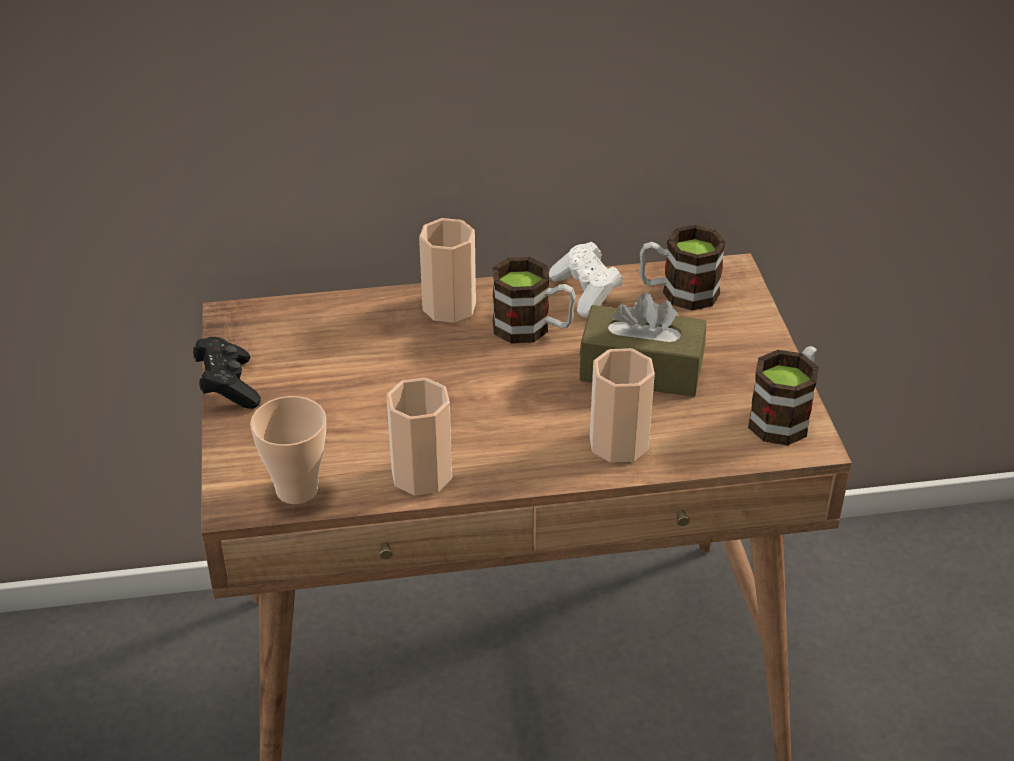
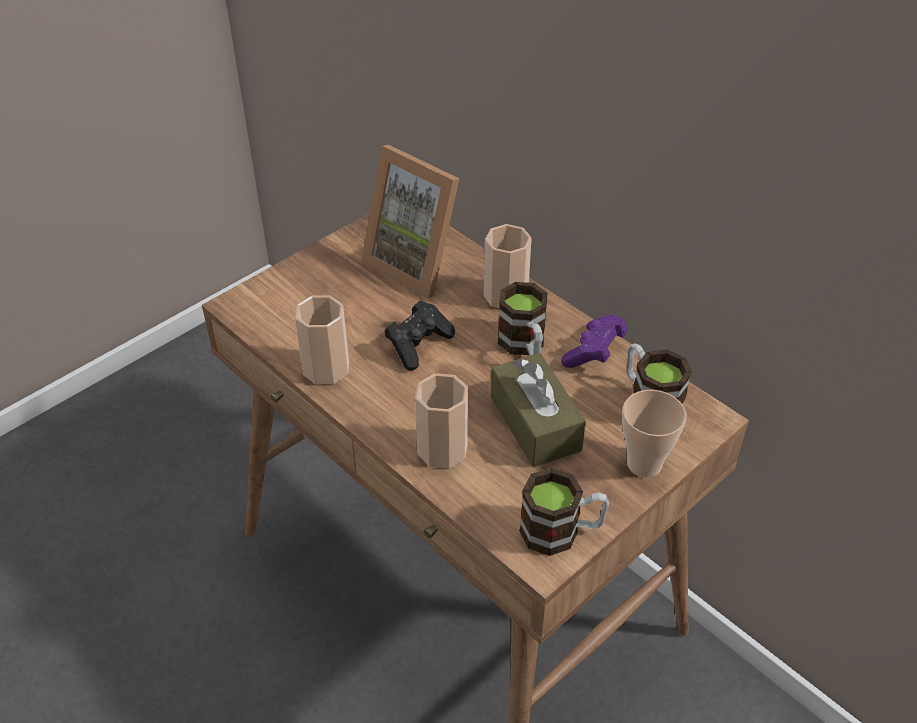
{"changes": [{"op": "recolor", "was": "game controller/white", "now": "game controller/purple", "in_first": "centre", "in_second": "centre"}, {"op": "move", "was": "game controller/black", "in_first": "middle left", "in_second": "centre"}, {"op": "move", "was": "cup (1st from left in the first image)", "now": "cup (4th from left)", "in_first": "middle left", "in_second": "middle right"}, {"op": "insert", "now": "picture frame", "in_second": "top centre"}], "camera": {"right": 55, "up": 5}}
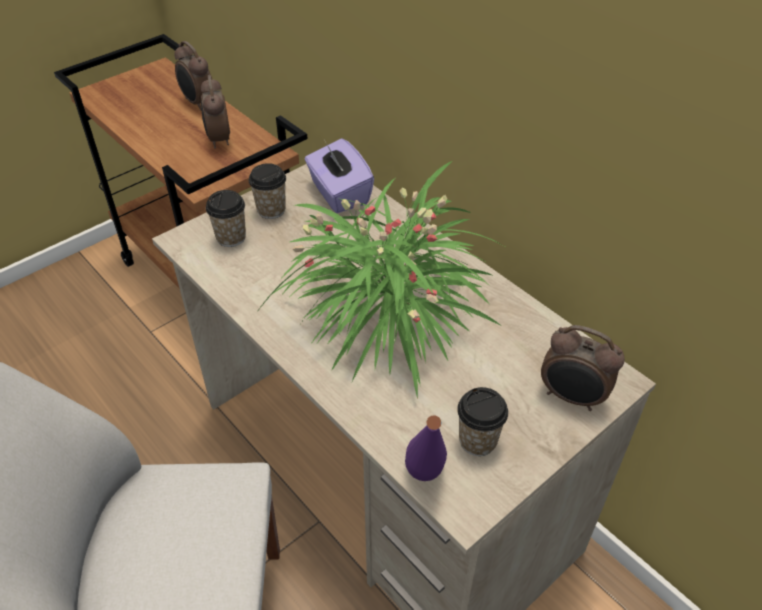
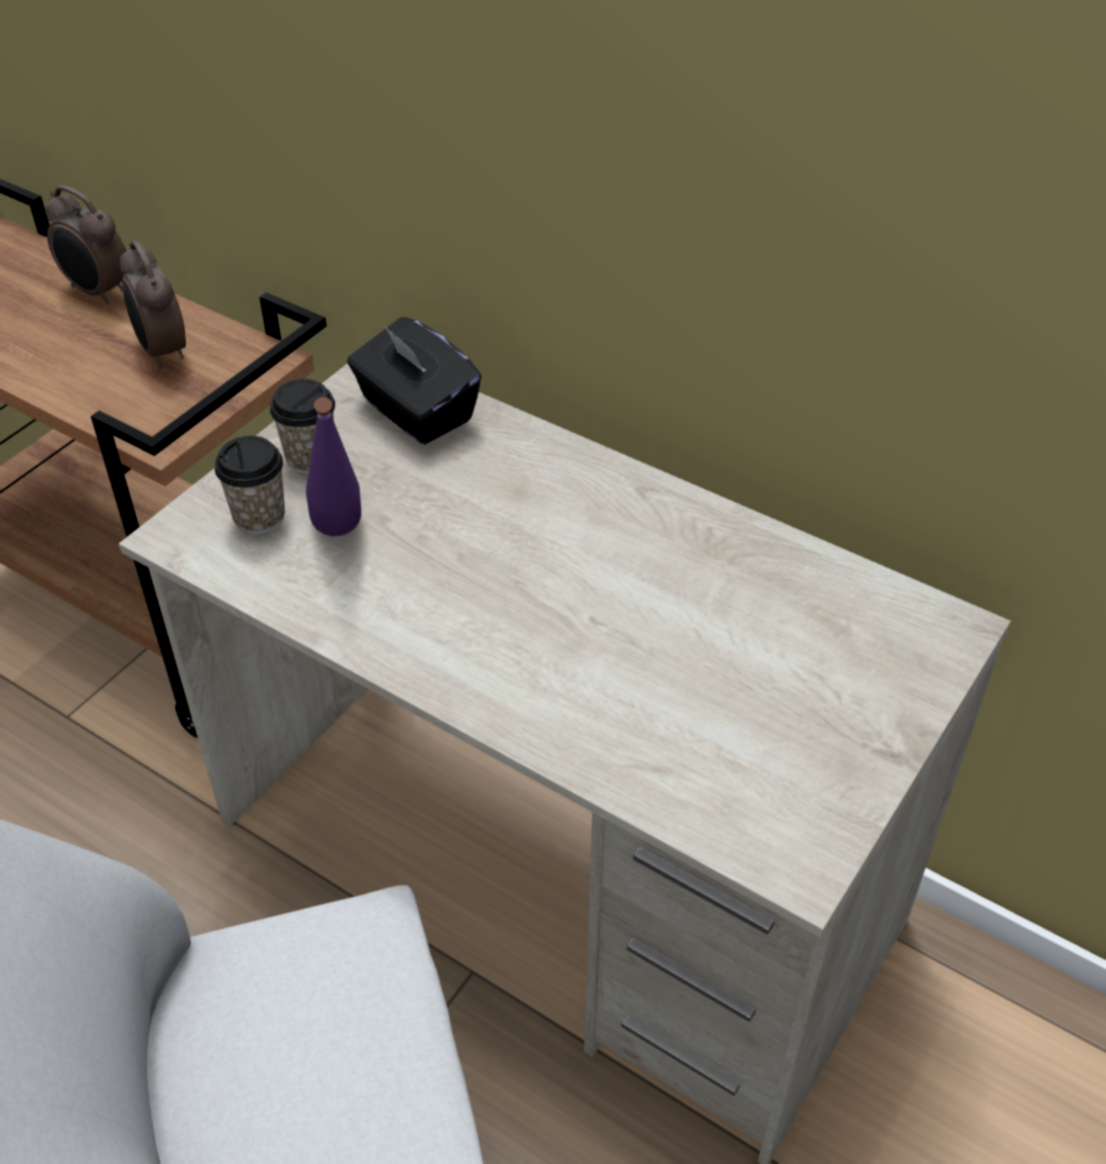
{"changes": [{"op": "recolor", "was": "tissue box/purple", "now": "tissue box/black", "in_first": "top centre", "in_second": "top centre"}, {"op": "delete", "was": "potted plant", "in_first": "centre"}, {"op": "delete", "was": "alarm clock (3rd from left)", "in_first": "middle right"}, {"op": "delete", "was": "cup (3rd from left)", "in_first": "bottom centre"}, {"op": "move", "was": "bottle/purple", "in_first": "bottom centre", "in_second": "middle left"}], "camera": {"right": -15, "up": 0}}
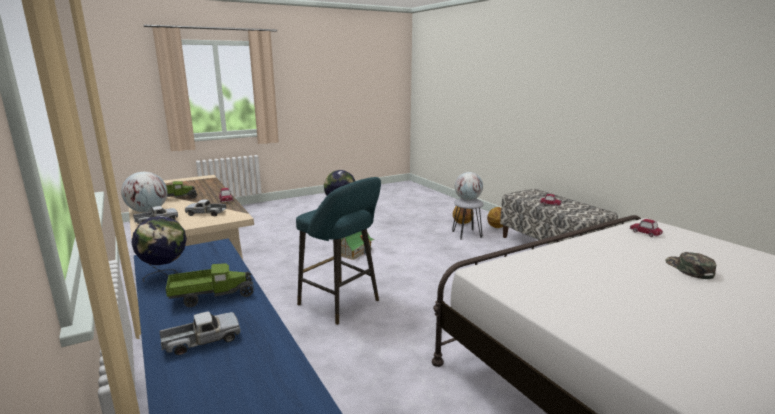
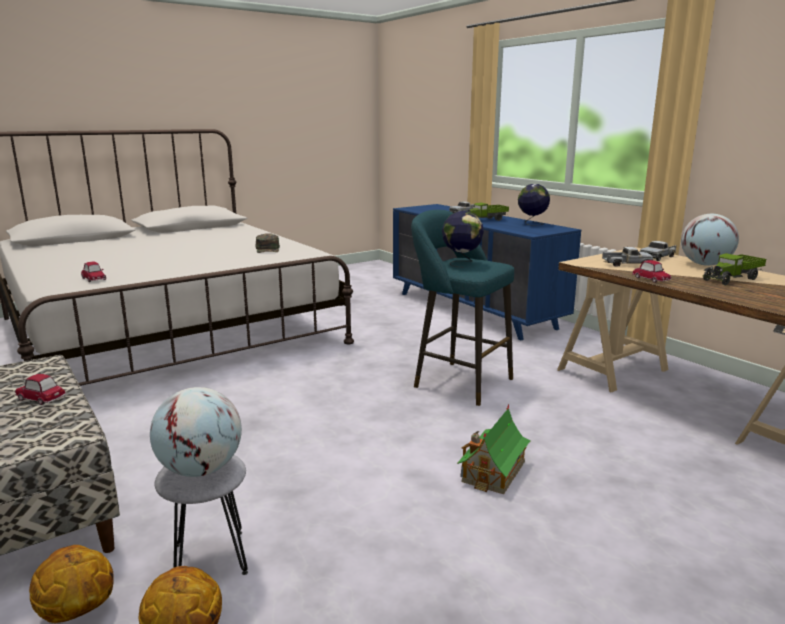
{"changes": [{"op": "move", "was": "cap/green", "in_first": "middle right", "in_second": "centre"}], "camera": {"right": 175, "up": 0}}
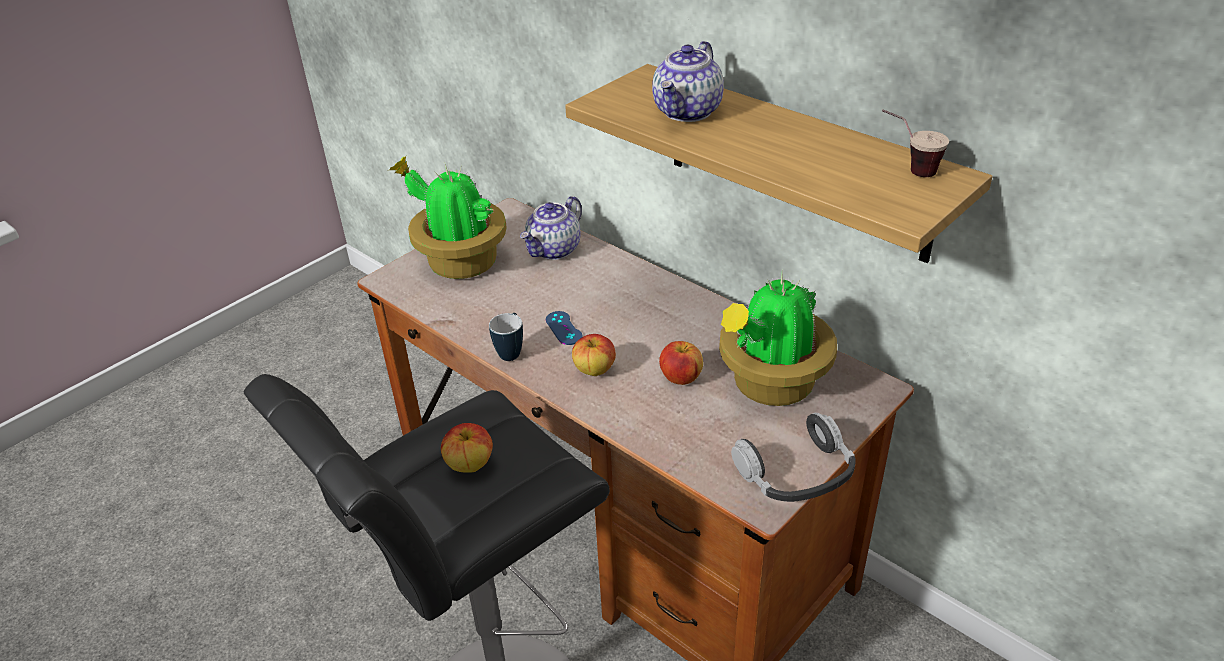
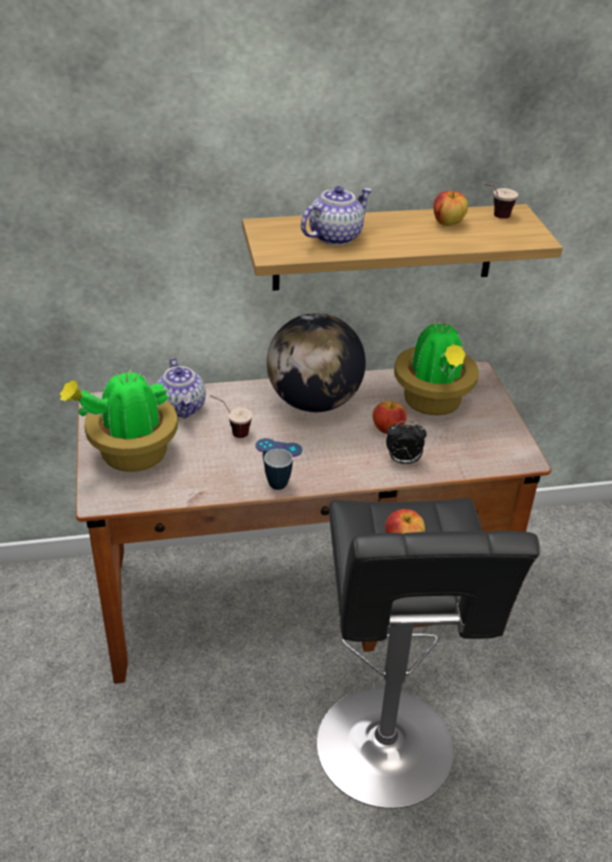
{"changes": [{"op": "rotate", "was": "teapot (2nd from left)", "in_first": "top centre", "in_second": "top centre", "clockwise": -105}, {"op": "move", "was": "apple (2nd from left in the first image)", "now": "apple (3rd from left)", "in_first": "centre", "in_second": "top right"}, {"op": "delete", "was": "headphones", "in_first": "bottom centre"}, {"op": "insert", "now": "globe", "in_second": "centre"}, {"op": "insert", "now": "cup (1st from left)", "in_second": "centre"}, {"op": "insert", "now": "alarm clock", "in_second": "centre"}], "camera": {"right": -55, "up": 0}}
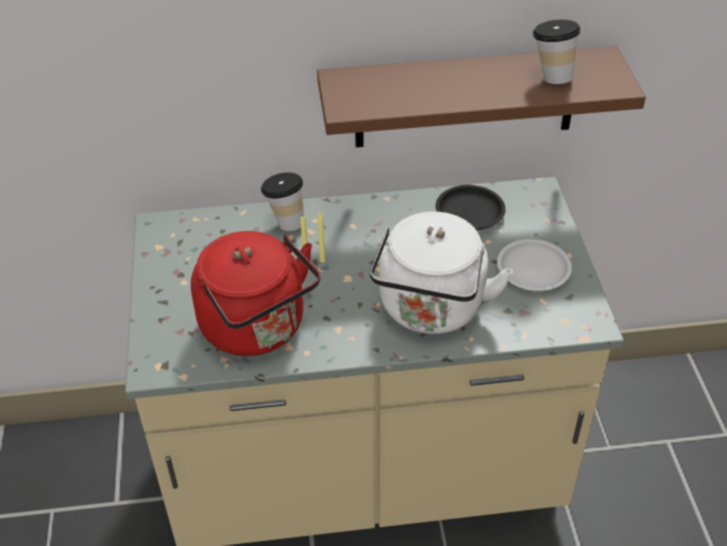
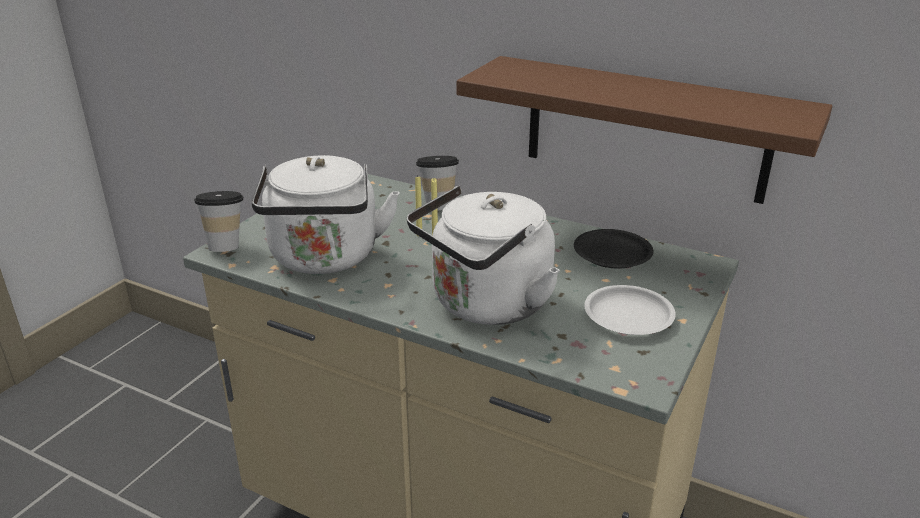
{"changes": [{"op": "move", "was": "cup (2nd from left in the first image)", "now": "cup (1st from left)", "in_first": "top right", "in_second": "middle left"}, {"op": "recolor", "was": "kettle/red", "now": "kettle/white (1st from left)", "in_first": "centre", "in_second": "centre"}], "camera": {"right": 35, "up": -15}}
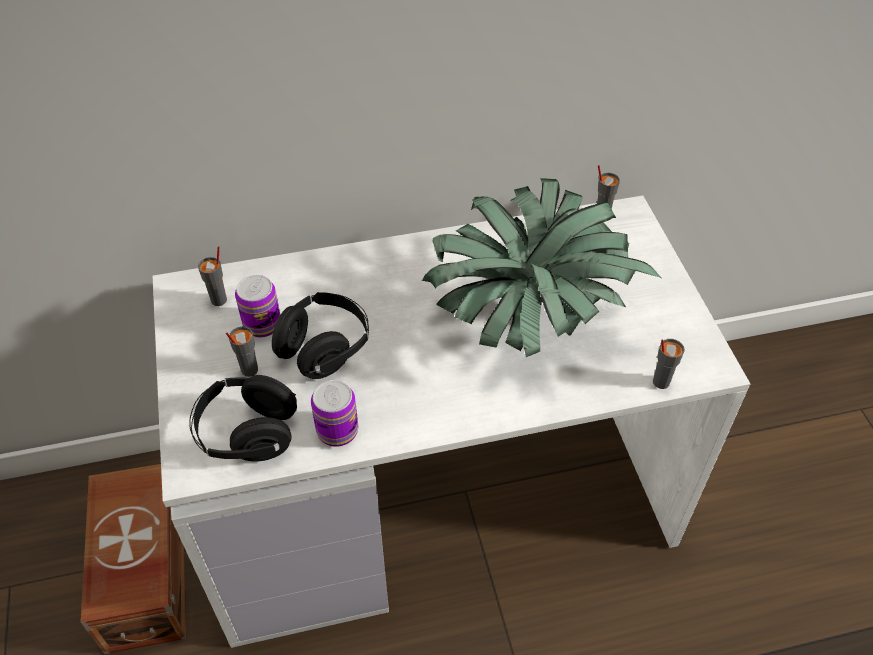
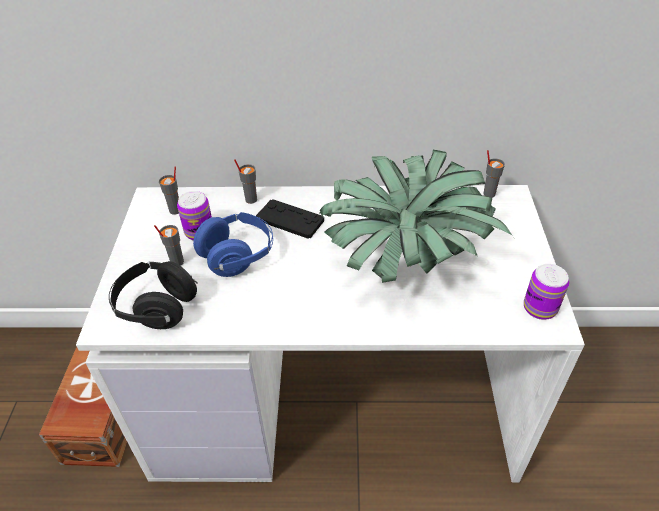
{"changes": [{"op": "recolor", "was": "headphones/black (2nd from left)", "now": "headphones/blue", "in_first": "centre", "in_second": "centre"}, {"op": "move", "was": "cup/grey (4th from left in the first image)", "now": "cup/grey (3rd from left)", "in_first": "middle right", "in_second": "centre"}, {"op": "move", "was": "can (2nd from left)", "in_first": "centre", "in_second": "middle right"}, {"op": "insert", "now": "game controller/black", "in_second": "centre"}], "camera": {"right": 15, "up": -5}}
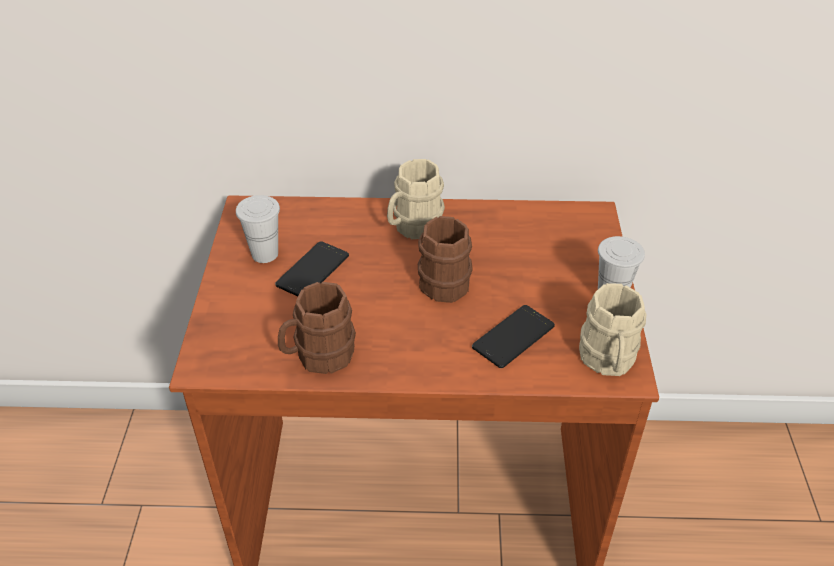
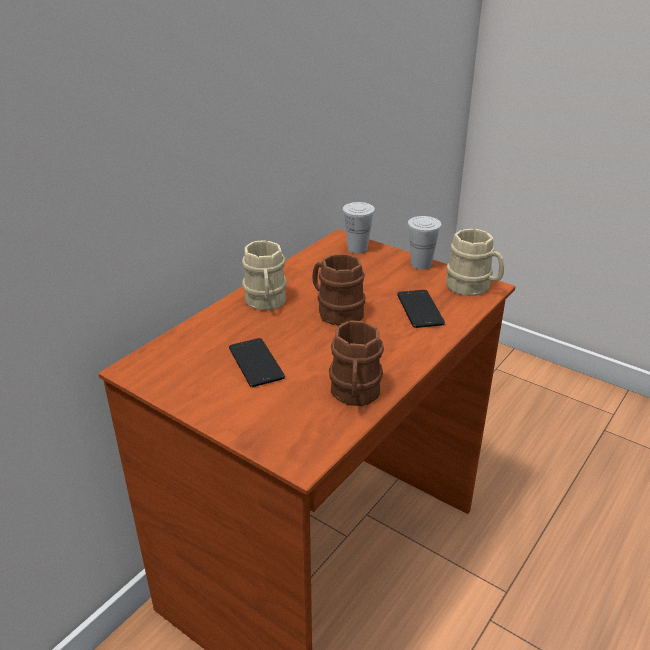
{"changes": [{"op": "move", "was": "cup/white (1st from left)", "in_first": "middle left", "in_second": "centre"}], "camera": {"right": -55, "up": -10}}
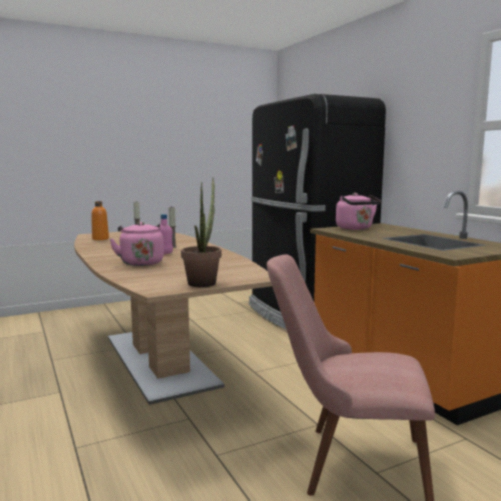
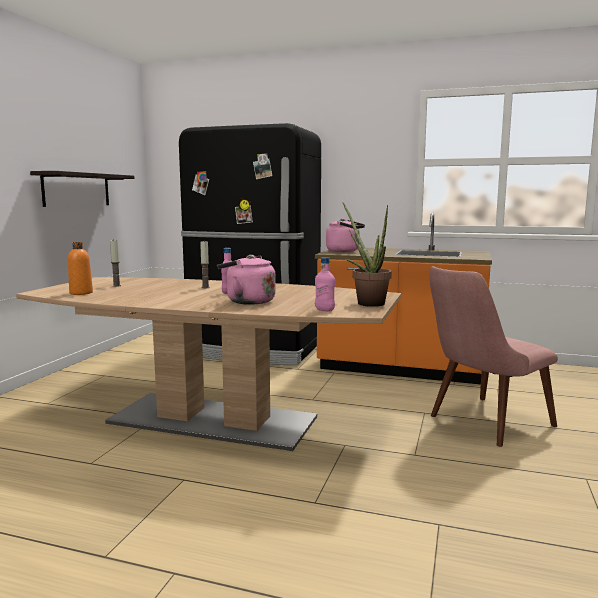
{"changes": [{"op": "insert", "now": "shelf", "in_second": "top left"}, {"op": "insert", "now": "bottle/pink (2nd from left)", "in_second": "centre"}], "camera": {"right": -45, "up": 0}}
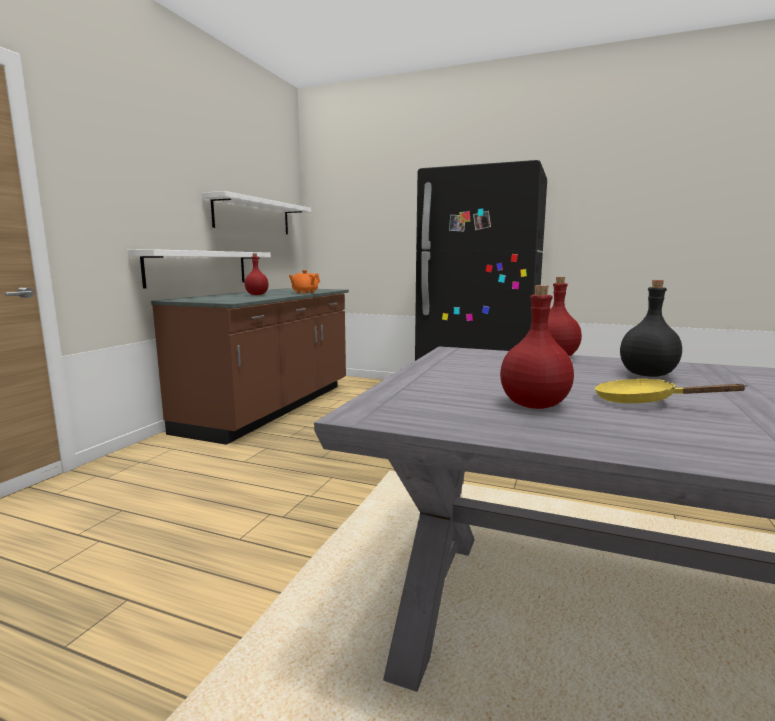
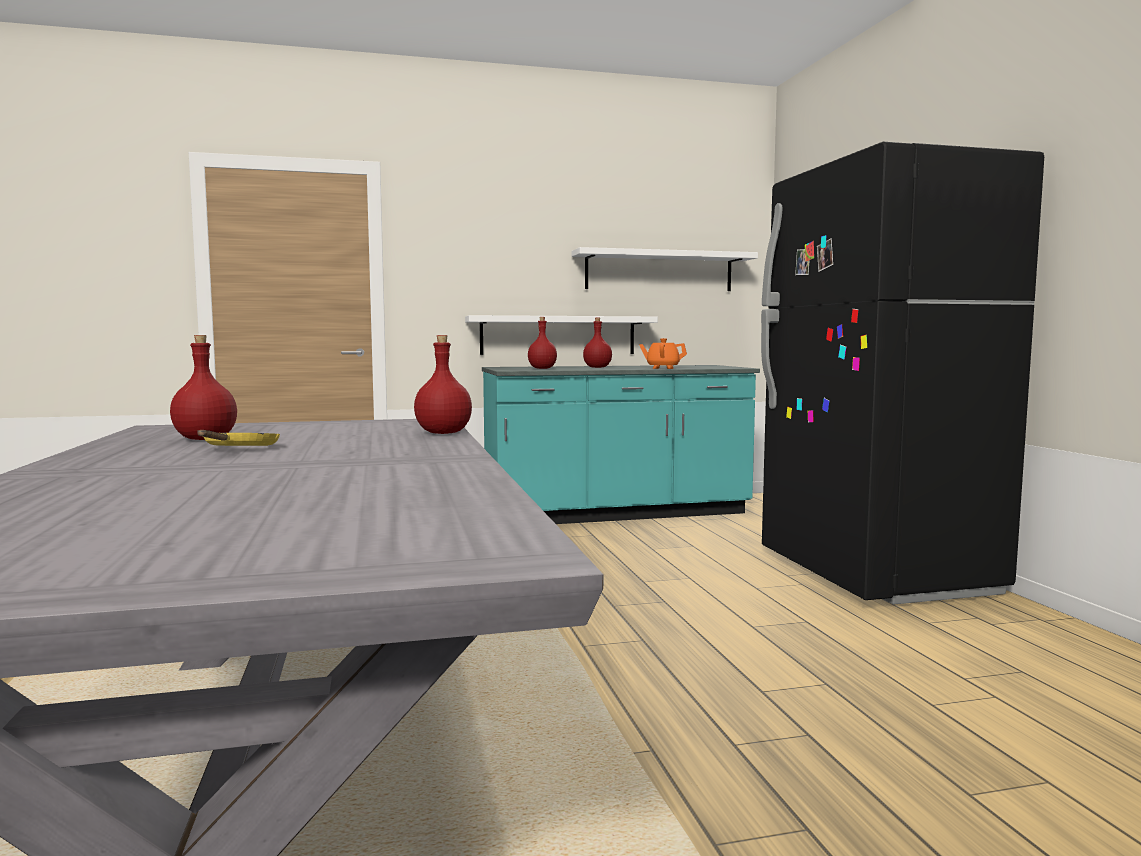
{"changes": [{"op": "delete", "was": "bottle/black", "in_first": "middle right"}, {"op": "recolor", "was": "counter/brown", "now": "counter/turquoise", "in_first": "middle left", "in_second": "centre"}, {"op": "insert", "now": "bottle/red (3rd from left)", "in_second": "centre"}], "camera": {"right": 55, "up": -5}}
